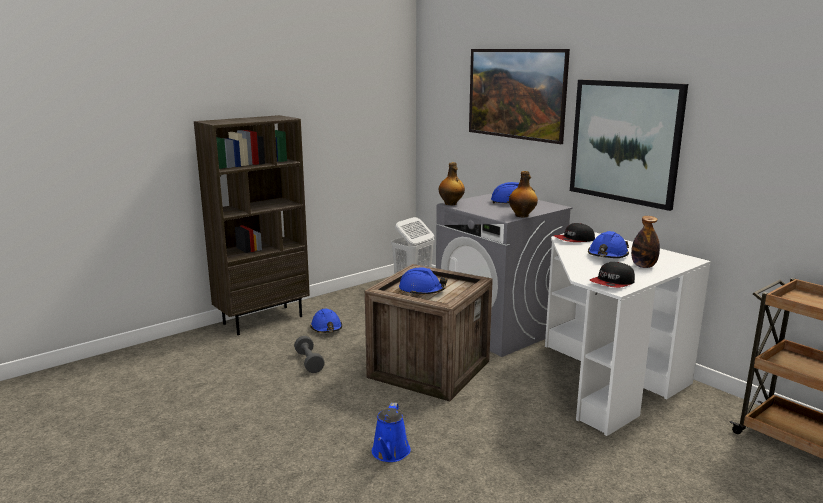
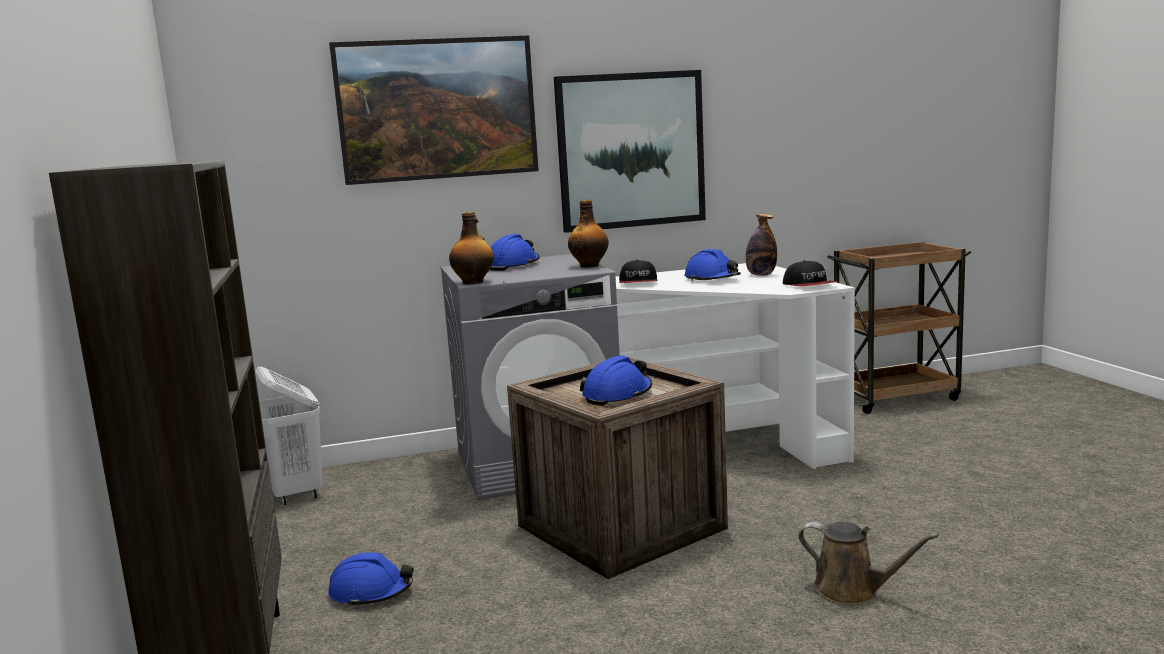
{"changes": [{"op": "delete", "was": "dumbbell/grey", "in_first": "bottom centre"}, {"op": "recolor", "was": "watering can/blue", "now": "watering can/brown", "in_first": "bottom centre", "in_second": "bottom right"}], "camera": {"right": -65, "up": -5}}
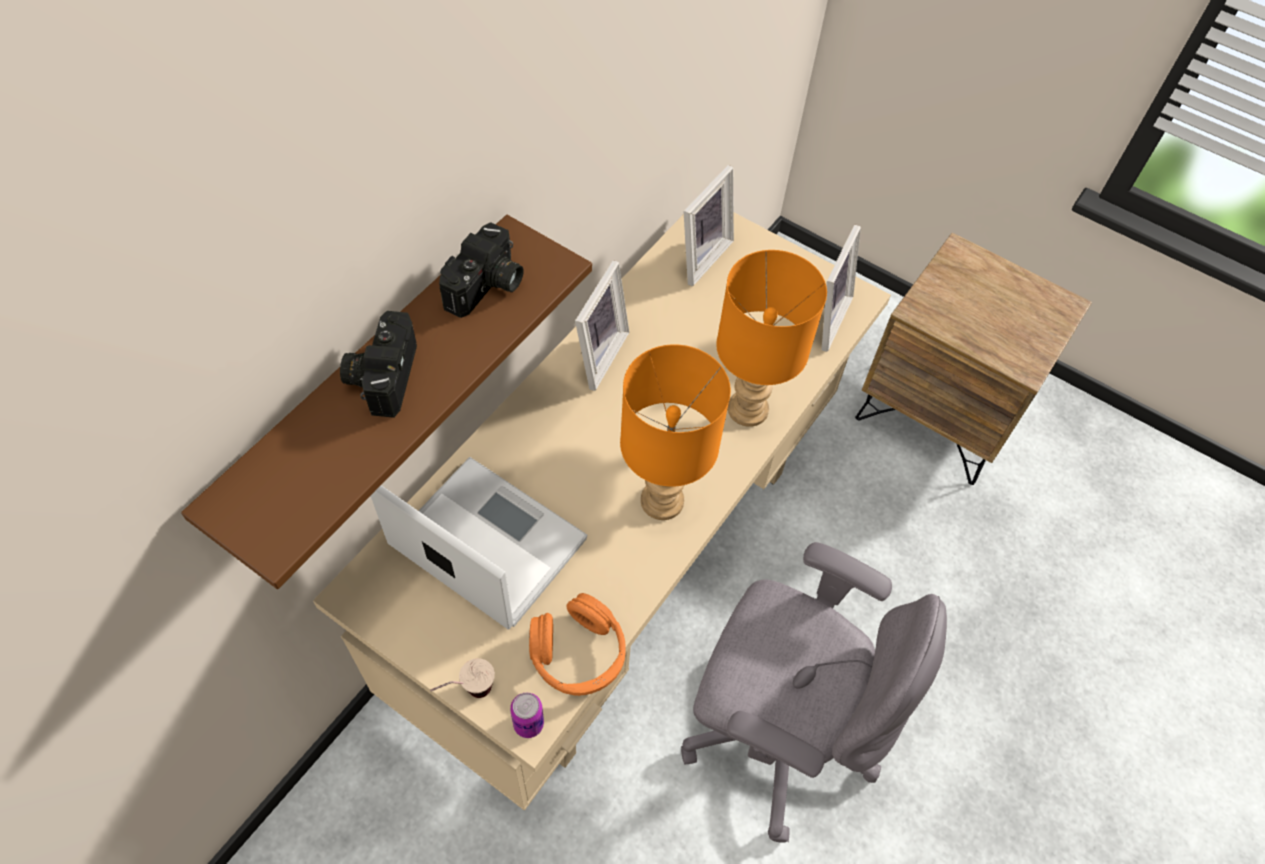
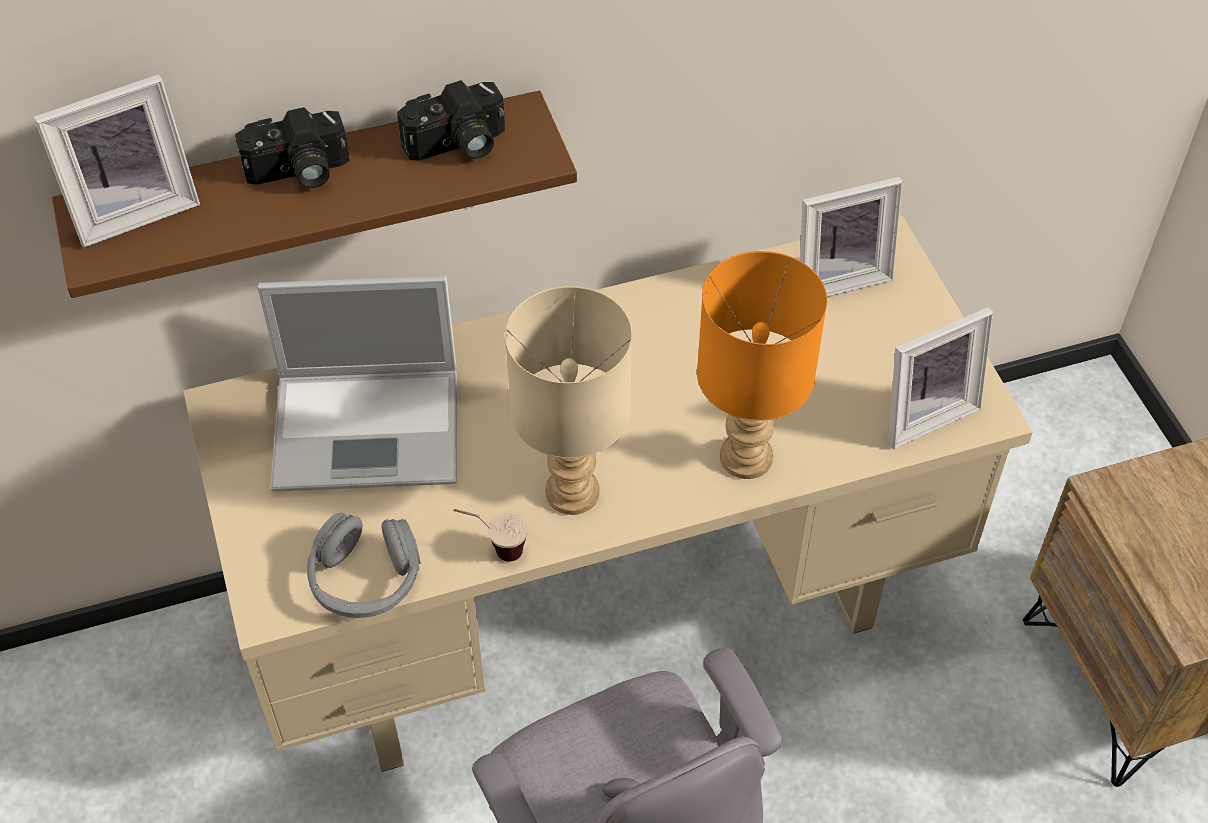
{"changes": [{"op": "move", "was": "picture frame (1st from left)", "in_first": "centre", "in_second": "top left"}, {"op": "rotate", "was": "photo camera (1st from left)", "in_first": "middle left", "in_second": "top left", "clockwise": -150}, {"op": "recolor", "was": "table lamp/orange (1st from left)", "now": "table lamp/beige", "in_first": "centre", "in_second": "centre"}, {"op": "rotate", "was": "laptop", "in_first": "centre", "in_second": "middle left", "clockwise": 105}, {"op": "recolor", "was": "headphones/orange", "now": "headphones/grey", "in_first": "bottom centre", "in_second": "bottom left"}, {"op": "move", "was": "cup", "in_first": "bottom centre", "in_second": "centre"}, {"op": "delete", "was": "can", "in_first": "bottom centre"}], "camera": {"right": 40, "up": -5}}
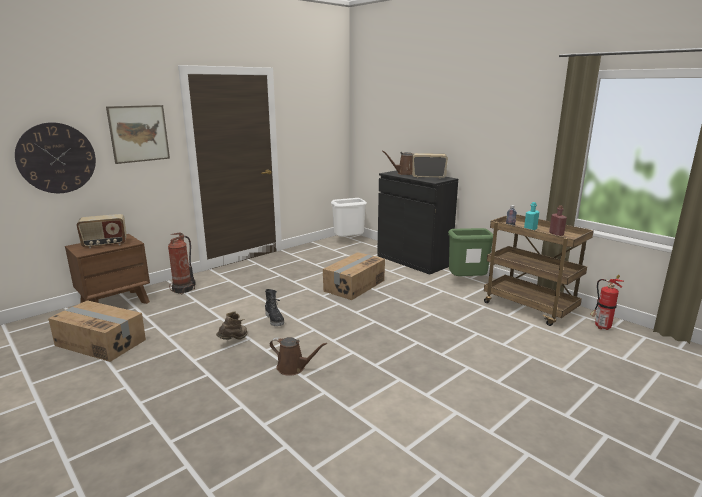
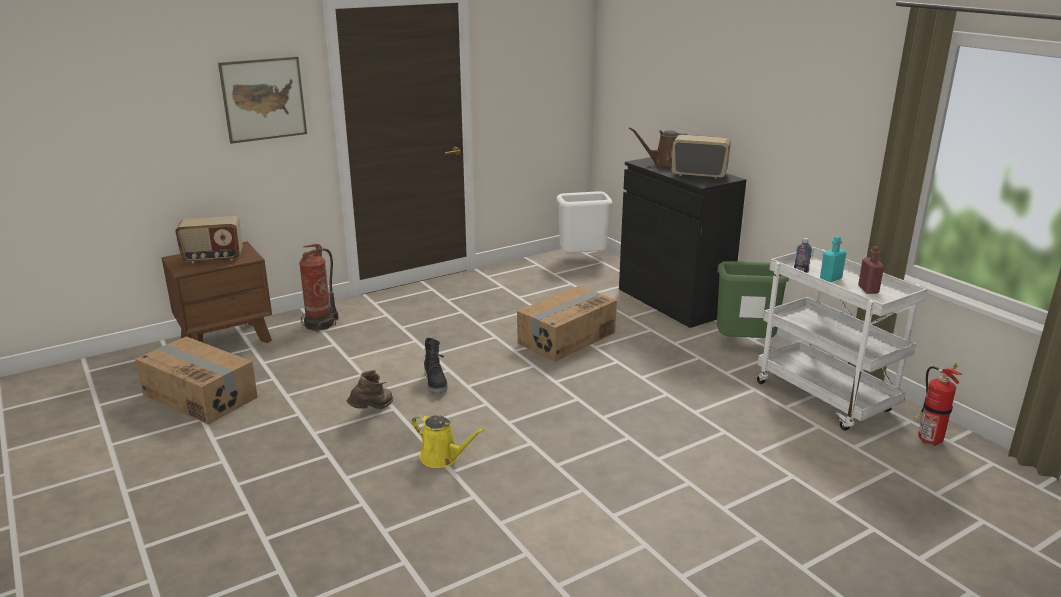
{"changes": [{"op": "delete", "was": "wall clock", "in_first": "top left"}, {"op": "recolor", "was": "cart/brown", "now": "cart/white", "in_first": "middle right", "in_second": "middle right"}, {"op": "recolor", "was": "watering can/brown (1st from left)", "now": "watering can/yellow", "in_first": "bottom centre", "in_second": "bottom centre"}], "camera": {"right": 10, "up": 5}}
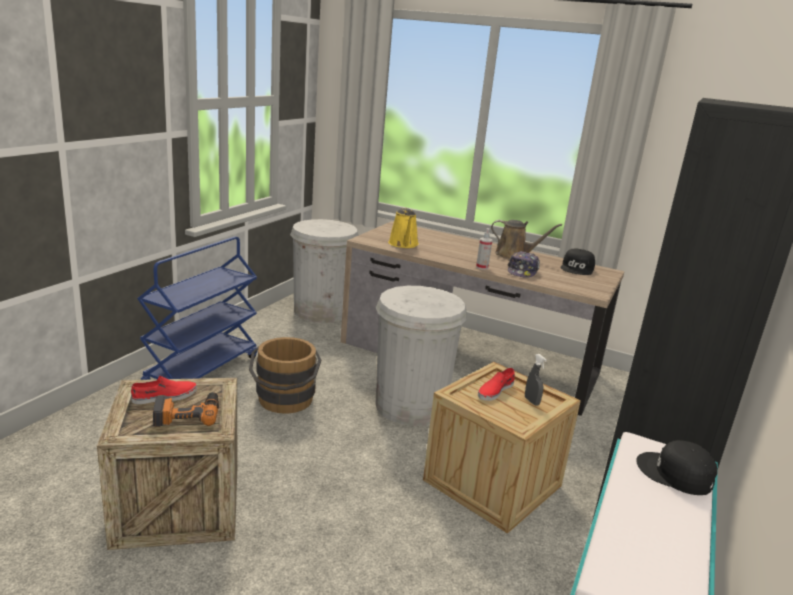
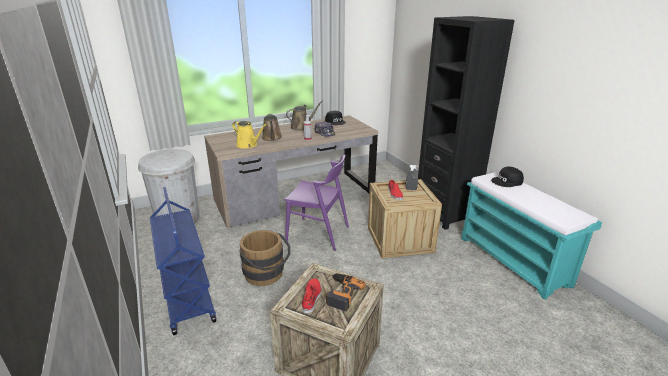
{"changes": [{"op": "replace", "was": "trash can/white (2nd from left)", "now": "chair/purple", "in_first": "centre", "in_second": "centre"}, {"op": "insert", "now": "watering can/brown (1st from left)", "in_second": "centre"}], "camera": {"right": -50, "up": 5}}
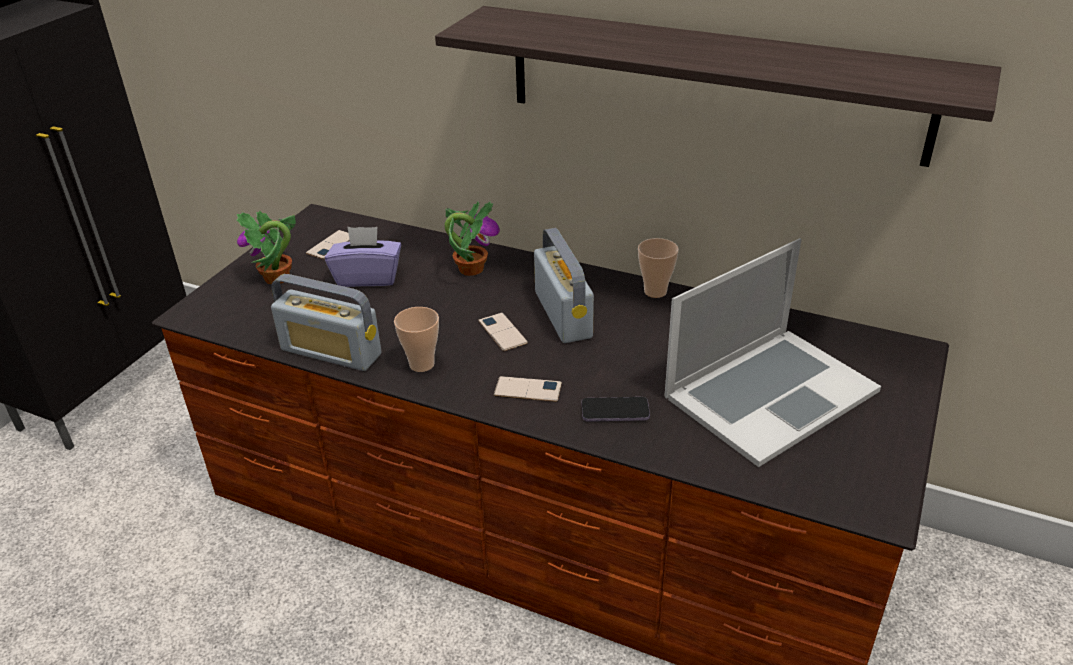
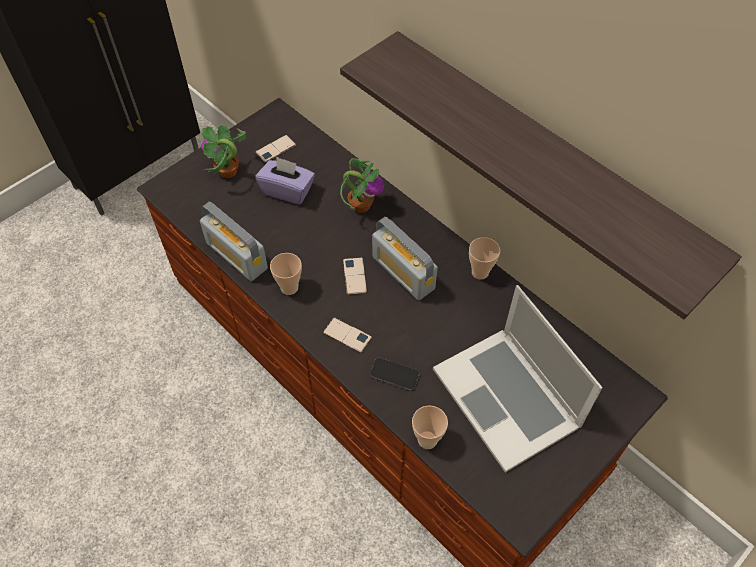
{"changes": [{"op": "rotate", "was": "radio (2nd from left)", "in_first": "centre", "in_second": "centre", "clockwise": 135}, {"op": "rotate", "was": "laptop", "in_first": "middle right", "in_second": "bottom right", "clockwise": 75}, {"op": "insert", "now": "cup (2nd from left)", "in_second": "bottom centre"}], "camera": {"right": 20, "up": 20}}
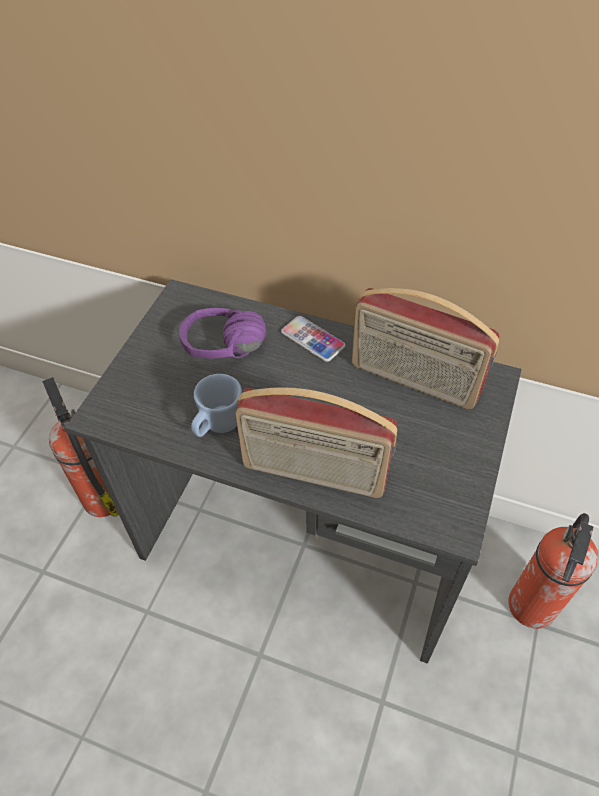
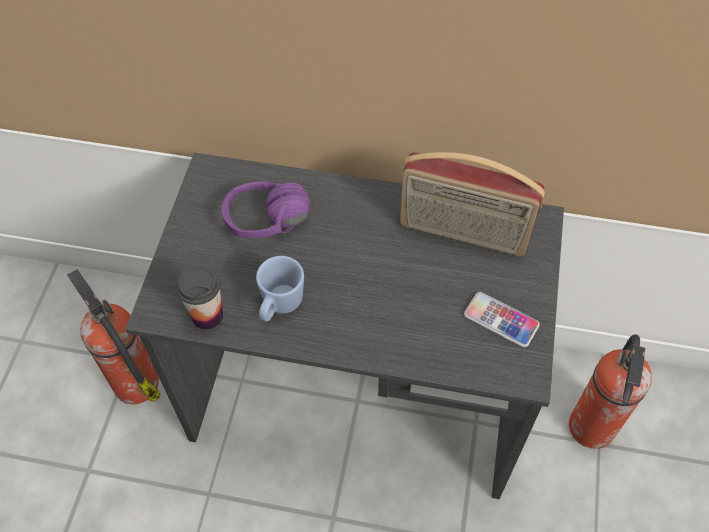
{"changes": [{"op": "move", "was": "phone", "in_first": "centre", "in_second": "middle right"}, {"op": "delete", "was": "radio (1st from left)", "in_first": "centre"}, {"op": "insert", "now": "cup", "in_second": "middle left"}], "camera": {"right": -10, "up": 5}}
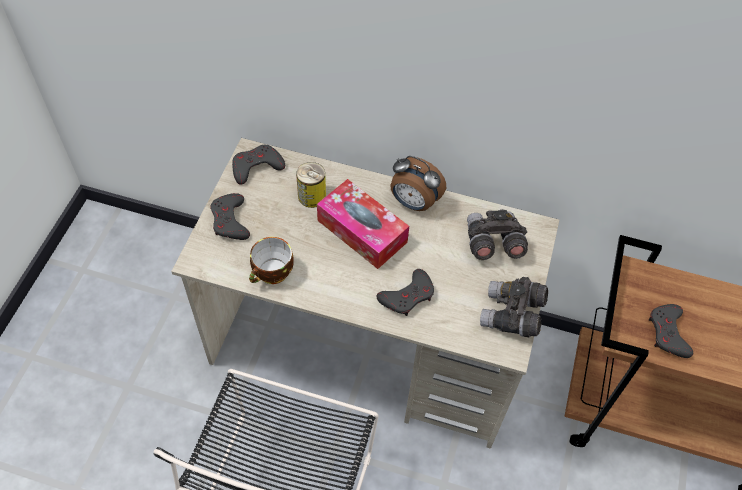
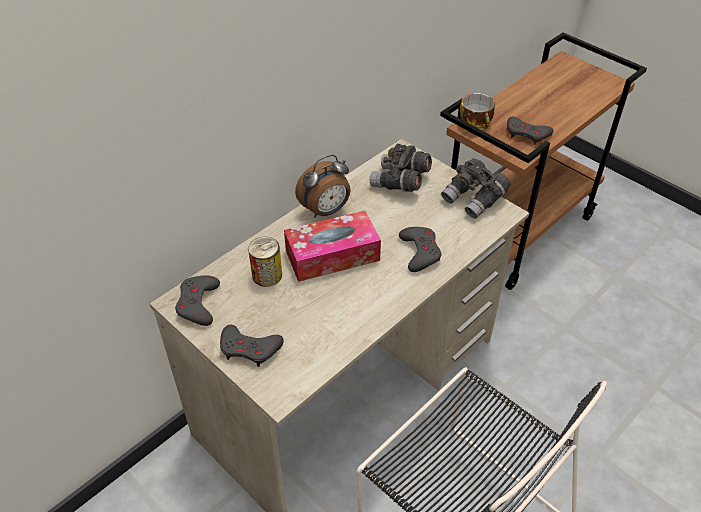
{"changes": [{"op": "move", "was": "cup", "in_first": "centre", "in_second": "top right"}], "camera": {"right": -60, "up": -10}}
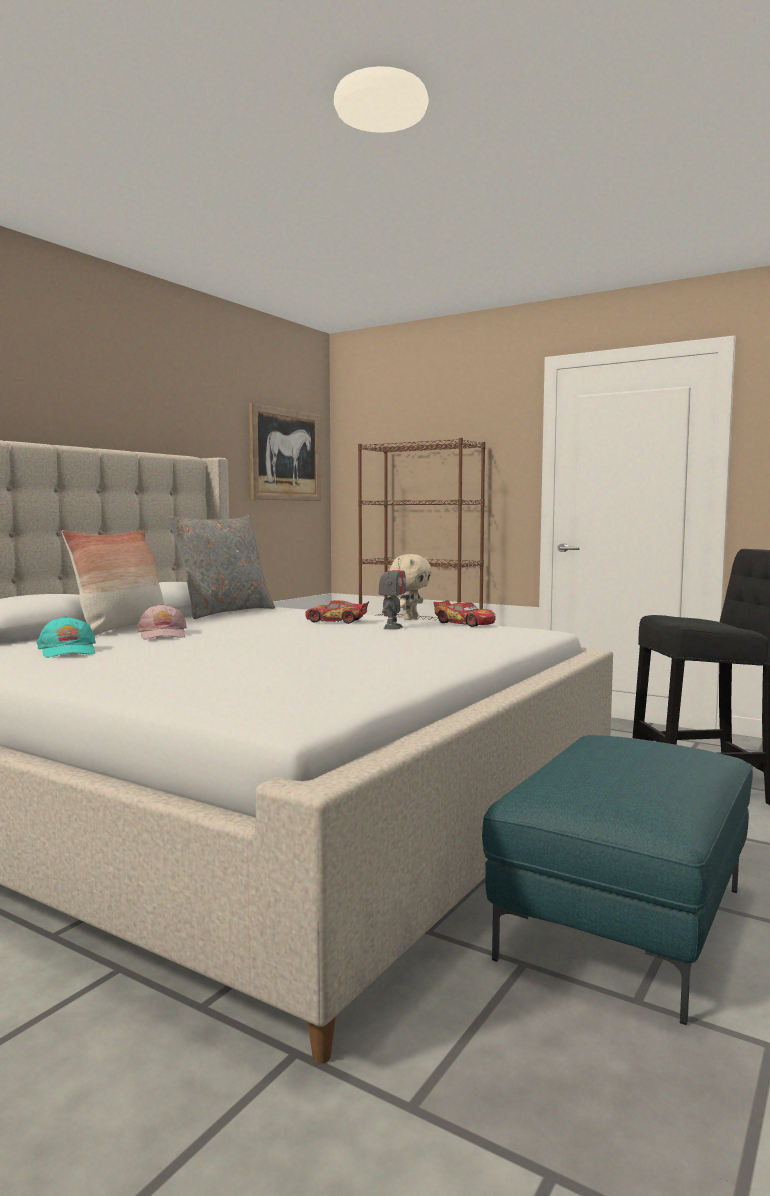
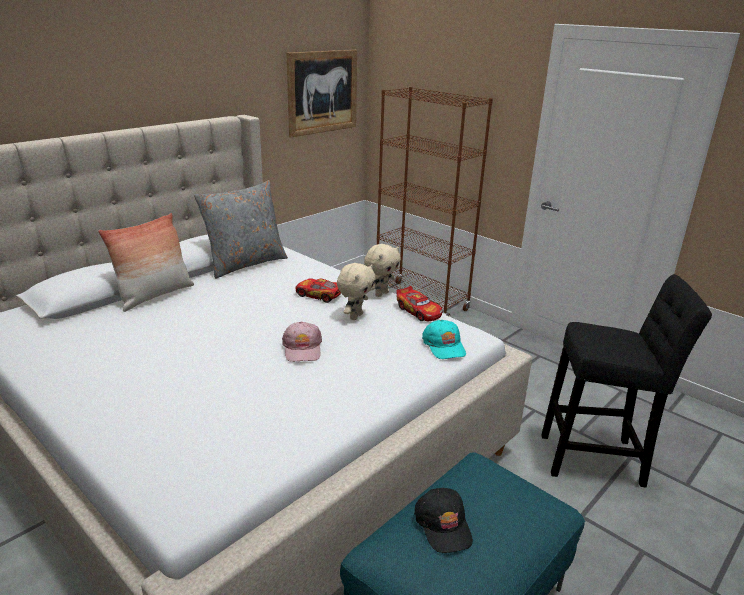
{"changes": [{"op": "replace", "was": "toy robot", "now": "plush toy/beige (1st from left)", "in_first": "centre", "in_second": "centre"}, {"op": "move", "was": "cap/pink", "in_first": "middle left", "in_second": "centre"}, {"op": "move", "was": "cap/turquoise", "in_first": "middle left", "in_second": "centre"}, {"op": "insert", "now": "cap/black", "in_second": "bottom centre"}], "camera": {"right": 10, "up": 20}}
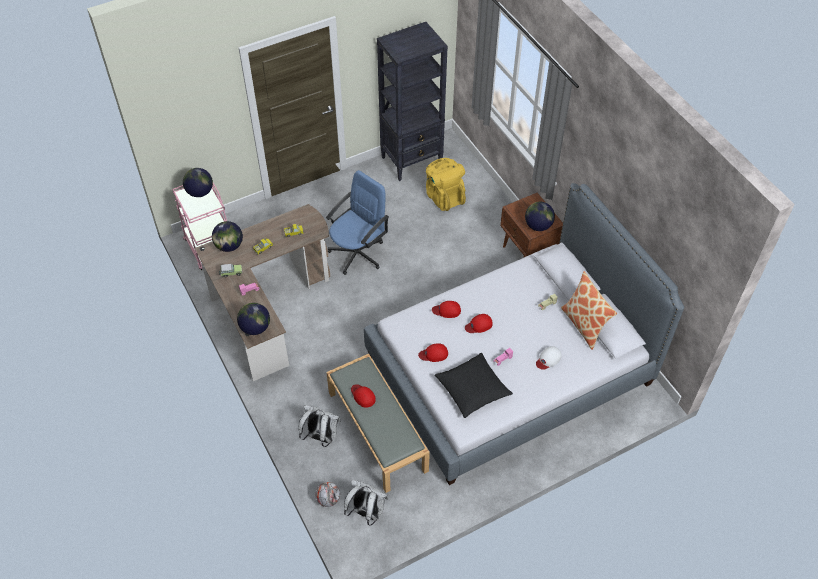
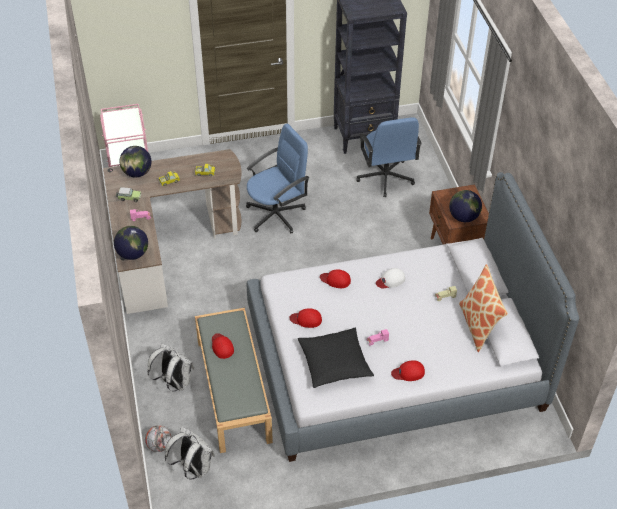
{"changes": [{"op": "replace", "was": "backpack/yellow", "now": "office chair/blue (2nd from left)", "in_first": "top centre", "in_second": "top centre"}, {"op": "delete", "was": "globe (1st from left)", "in_first": "top left"}, {"op": "move", "was": "cap/red (4th from left)", "in_first": "centre", "in_second": "bottom centre"}, {"op": "move", "was": "cap/white", "in_first": "middle right", "in_second": "centre"}], "camera": {"right": 15, "up": -5}}
